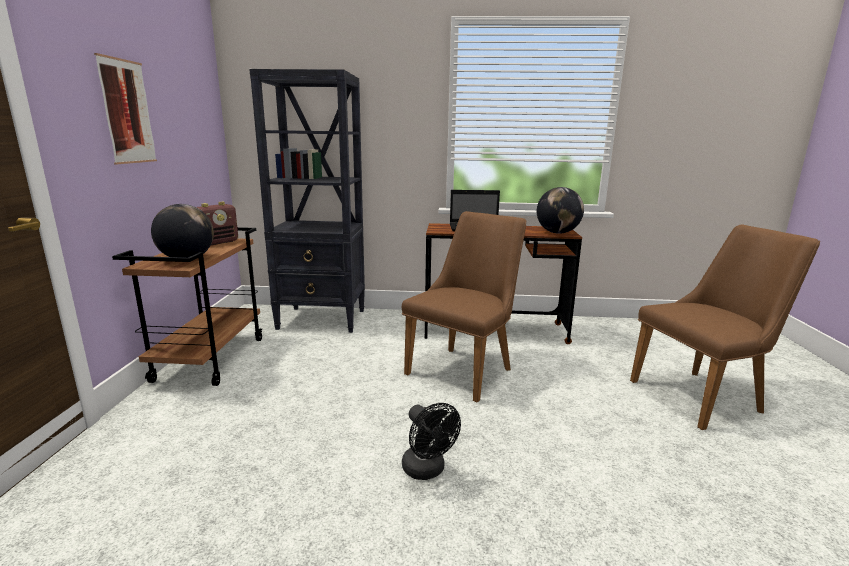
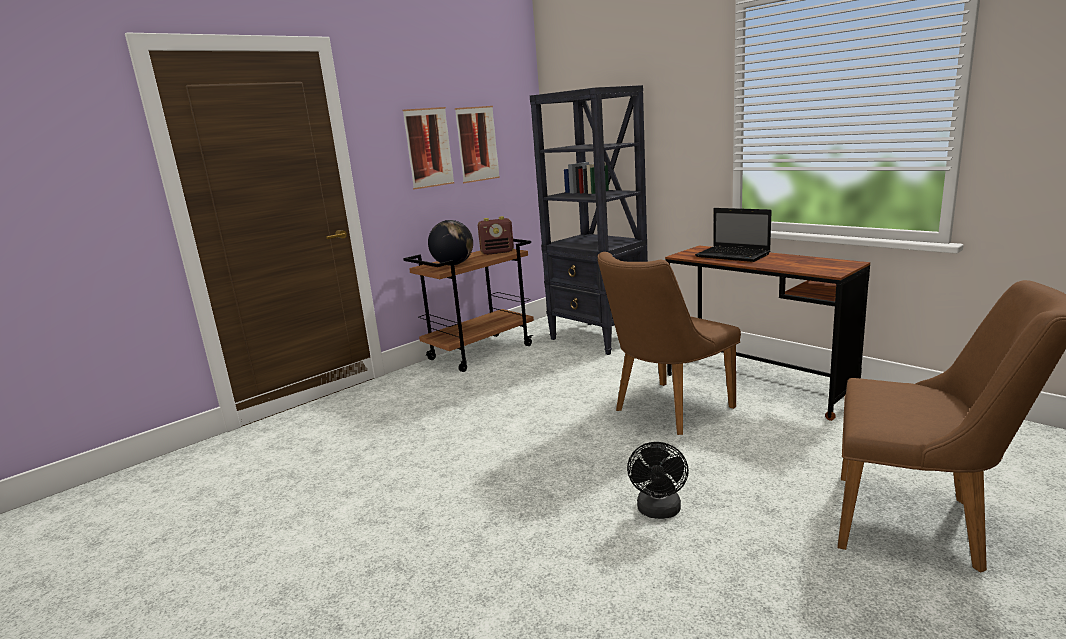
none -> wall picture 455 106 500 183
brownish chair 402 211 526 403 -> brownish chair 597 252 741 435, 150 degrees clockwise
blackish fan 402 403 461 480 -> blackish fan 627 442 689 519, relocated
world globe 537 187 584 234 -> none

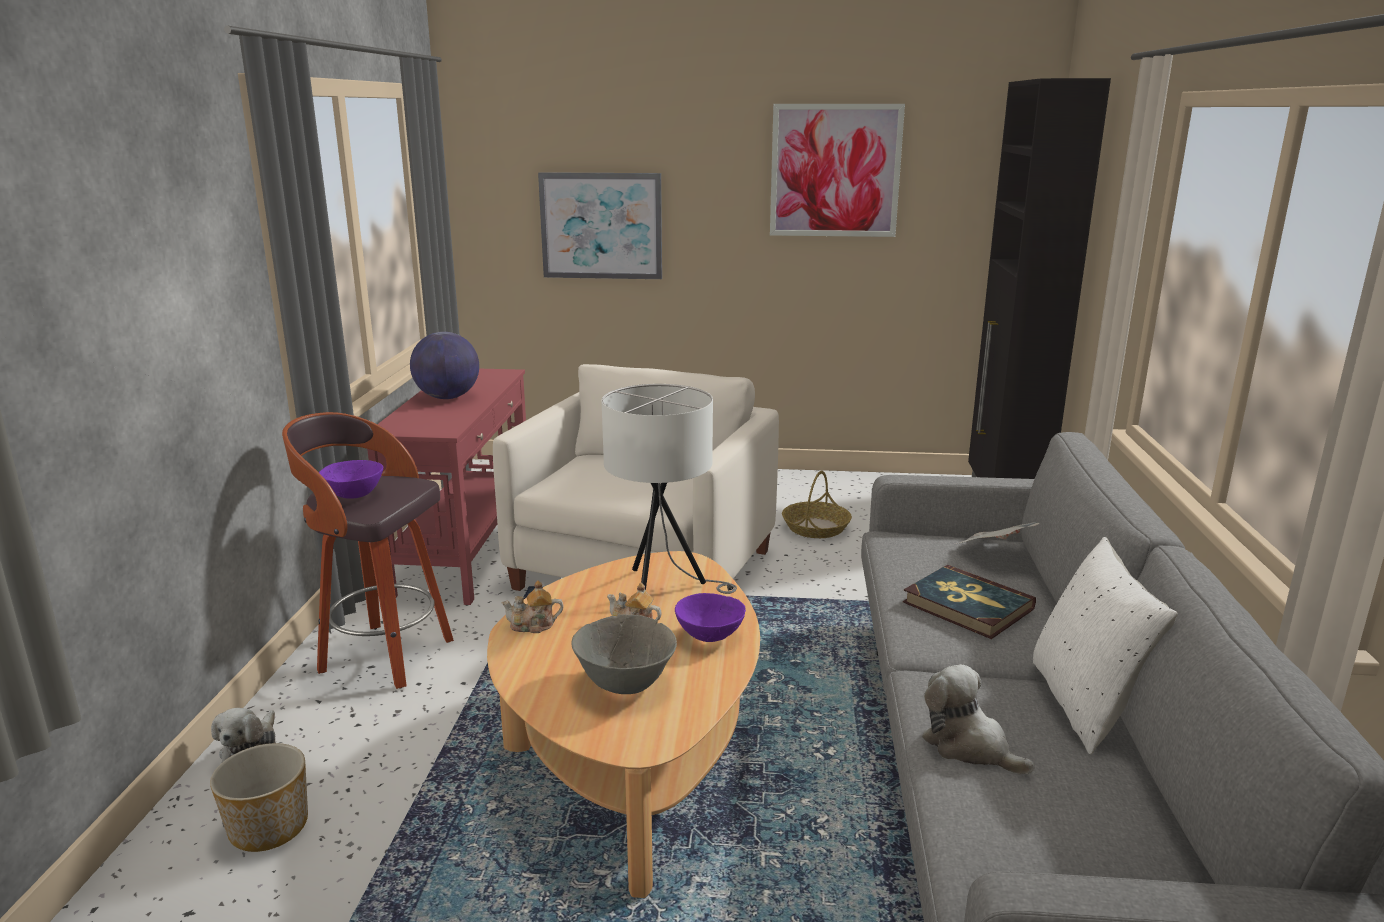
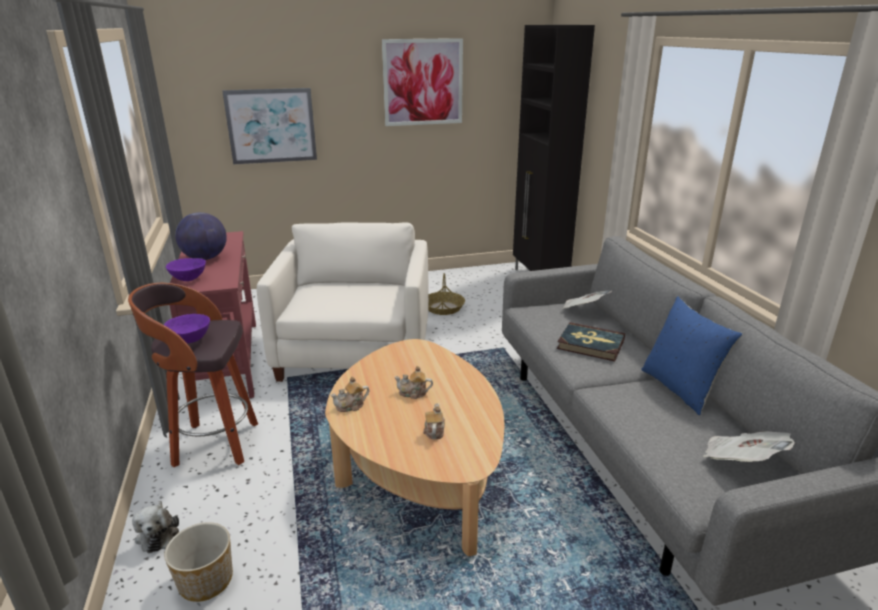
purple deep dish 675 593 746 642 -> purple deep dish 166 258 206 281, relocated
grey deep dish 571 614 677 694 -> teapot 423 403 445 439
white throw pillow 1033 537 1178 755 -> blue throw pillow 642 296 743 415
none -> newspaper 703 431 795 462
white table lamp 602 384 737 594 -> none
plush toy 922 664 1035 775 -> none

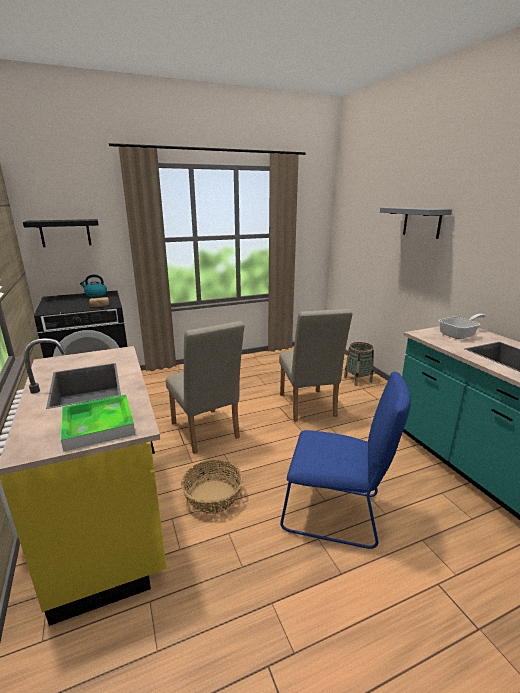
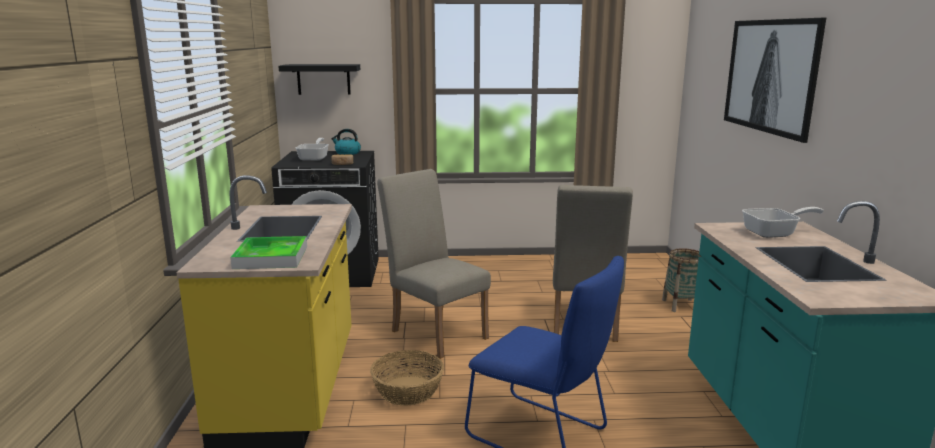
none -> frying pan 296 138 329 161
beige chair 166 321 244 454 -> beige chair 377 169 491 359, 150 degrees clockwise
grey shelf 380 207 452 239 -> wall picture 724 18 826 143

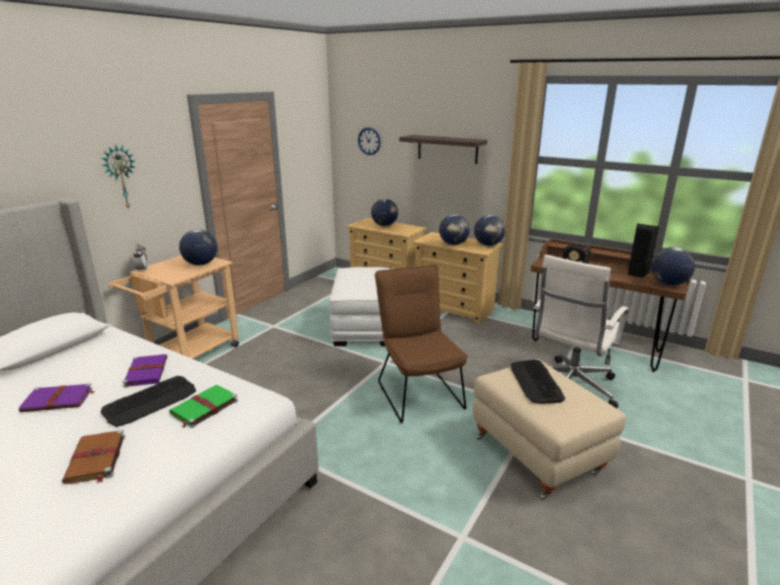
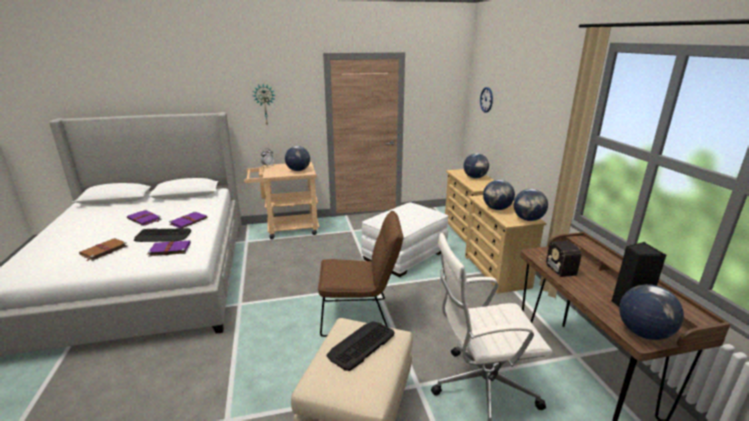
greenish bound book 169 385 238 428 -> purple bound book 147 240 191 257
brownish chair 375 265 468 423 -> brownish chair 318 211 404 337, 60 degrees clockwise
shelf 399 135 487 164 -> none

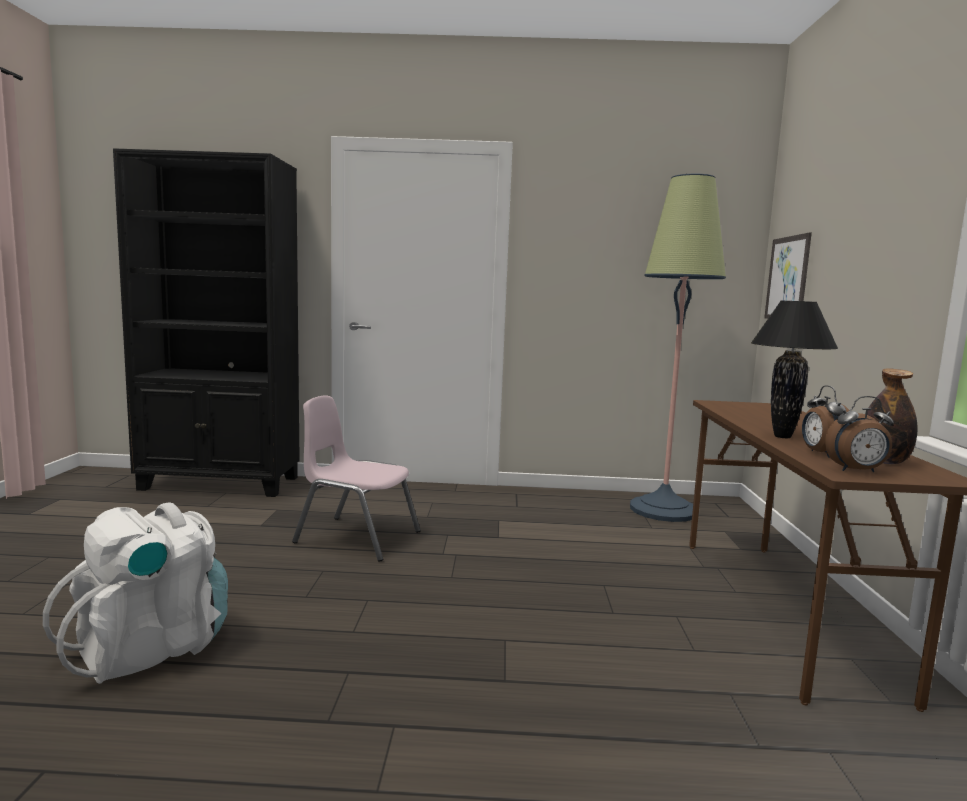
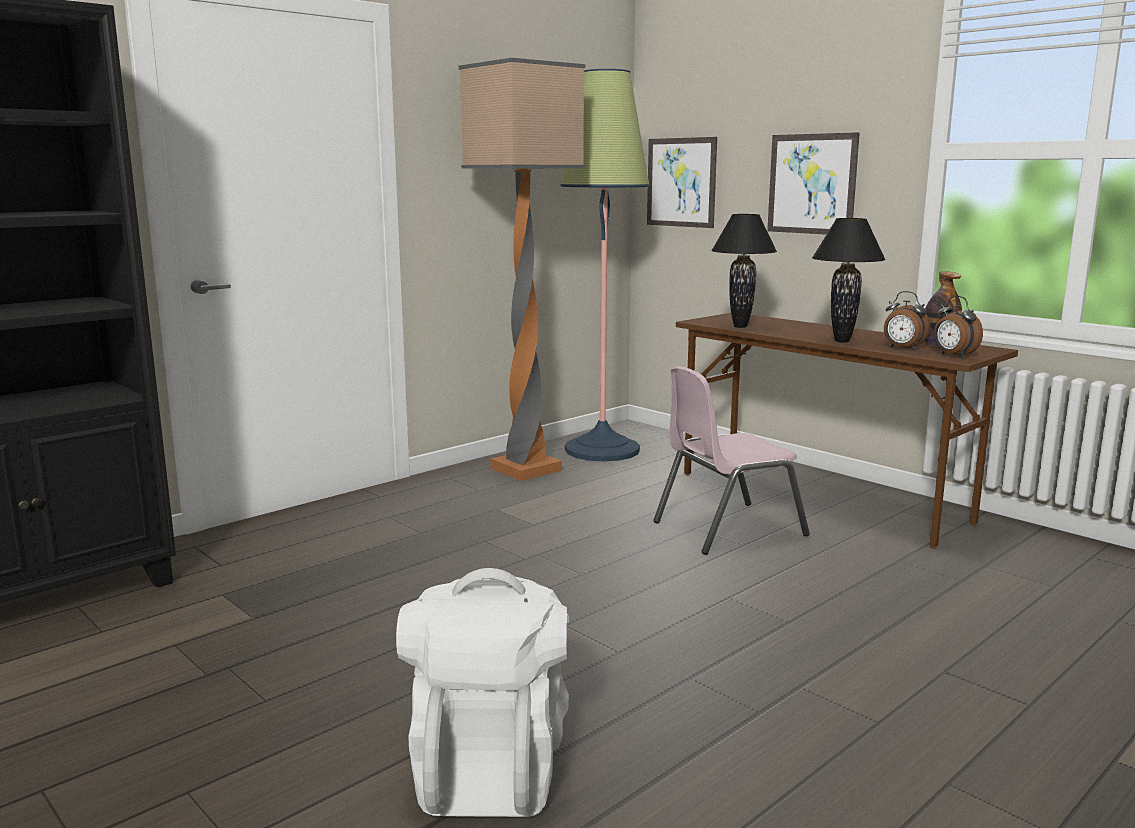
none -> standing lamp 459 58 585 481
pinkish chair 292 395 421 562 -> pinkish chair 653 366 810 555, relocated
none -> blackish table lamp 711 214 777 328
none -> wall picture 767 132 860 235
table clock 825 396 894 472 -> table clock 934 296 983 358, 105 degrees clockwise

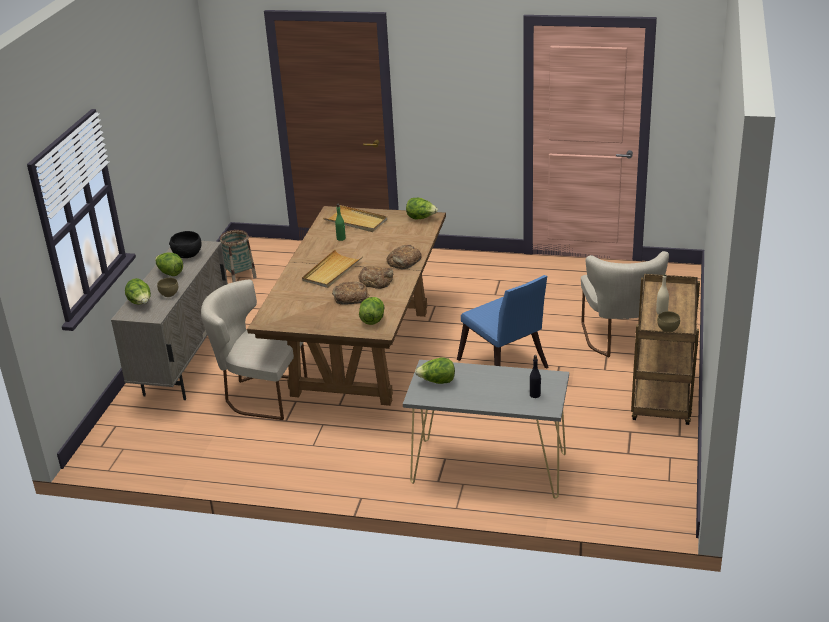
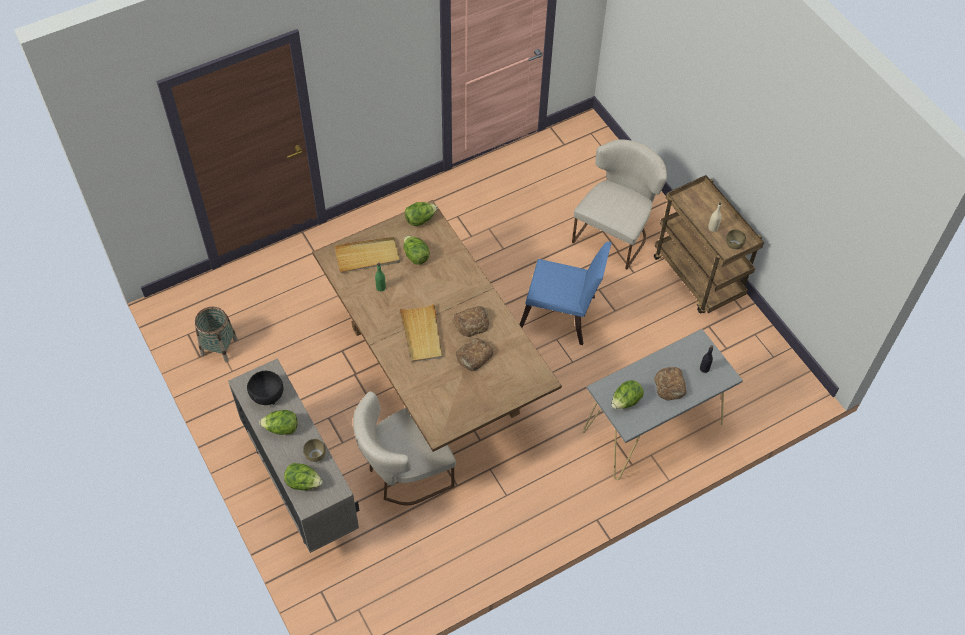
lettuce head 359 297 384 325 -> lettuce head 404 235 430 265, relocated
beige chair 581 251 669 357 -> beige chair 572 139 667 269, 105 degrees counterclockwise
bakery bread 387 245 422 269 -> bakery bread 654 367 686 401, relocated

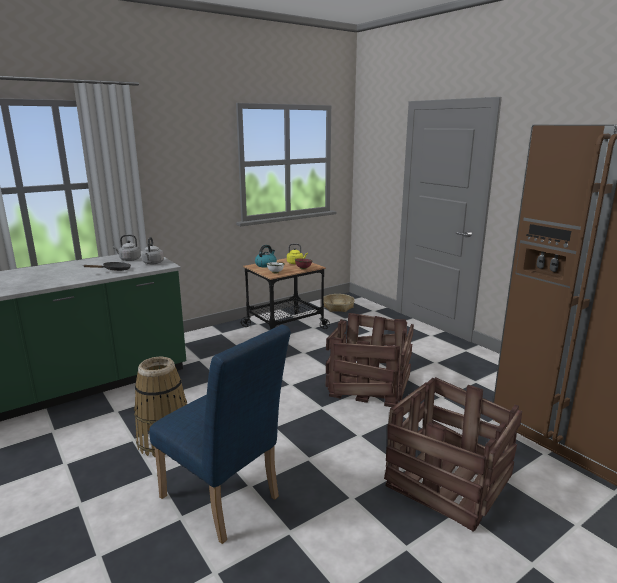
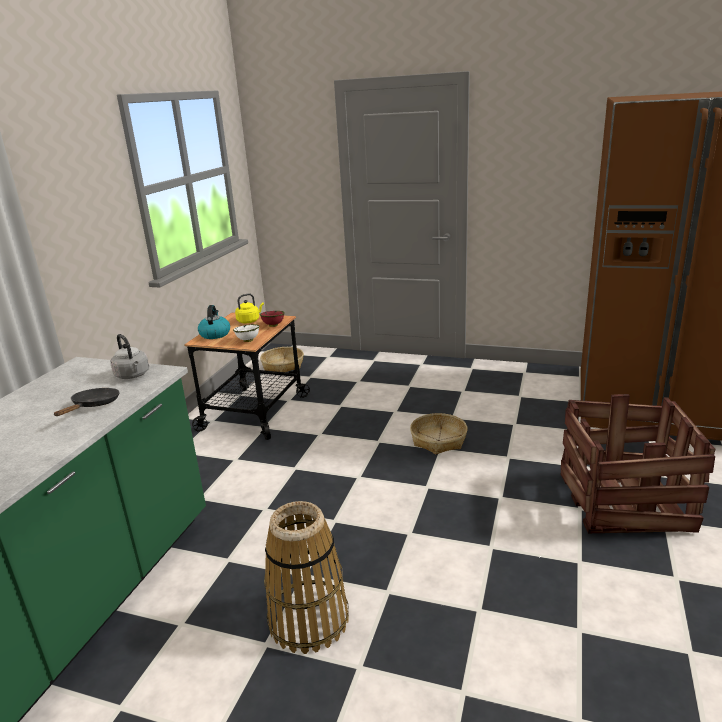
shipping crate 325 313 414 407 -> storage basket 410 413 468 455
grey water kettle 113 235 141 261 -> none
blue chair 149 325 291 544 -> none

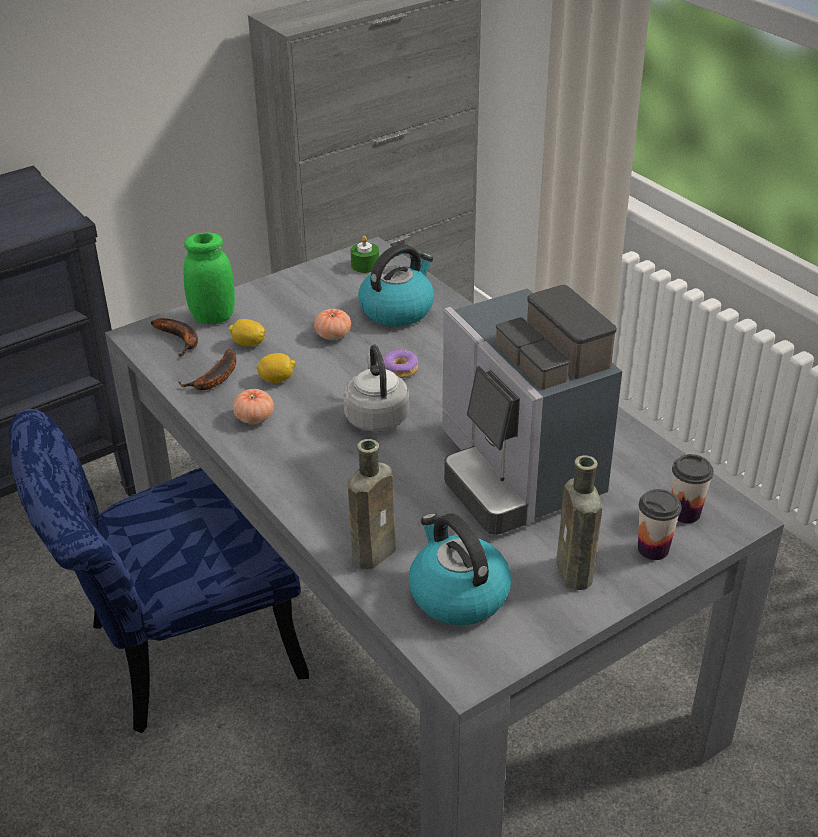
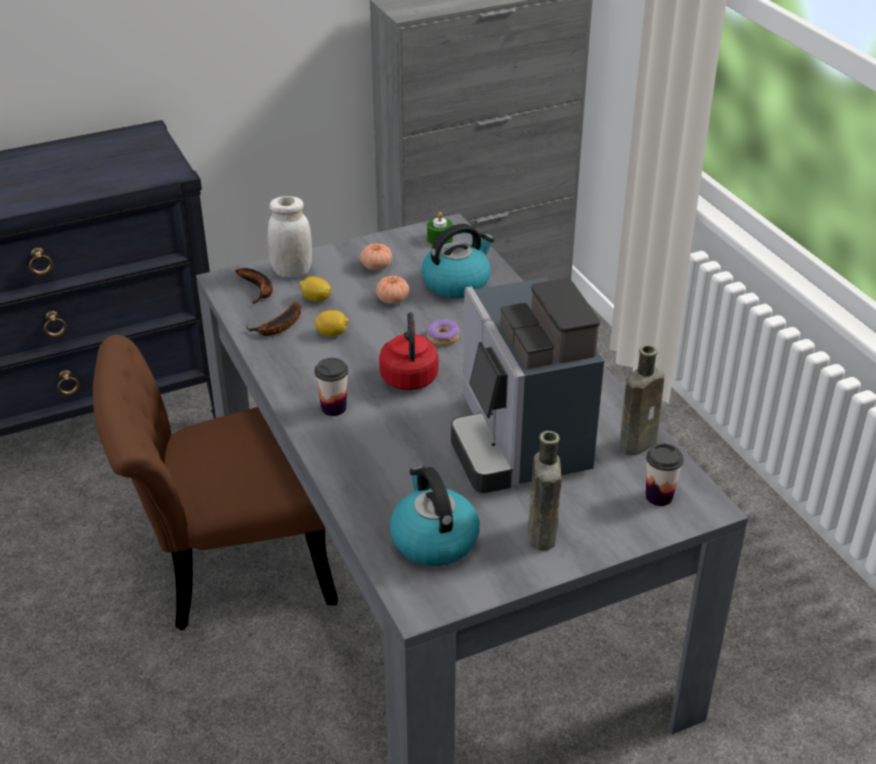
blue chair 9 409 309 733 -> brownish chair 93 335 338 630
greenish preserve jar 184 233 235 324 -> white preserve jar 268 196 312 278
drinking cup 638 489 681 560 -> drinking cup 314 358 348 416, relocated
fresh tomato 233 389 274 424 -> fresh tomato 360 243 392 270, relocated
grey water kettle 343 344 409 432 -> reddish water kettle 379 312 438 390
brownish drink bottle 348 439 396 569 -> brownish drink bottle 620 345 664 455, relocated

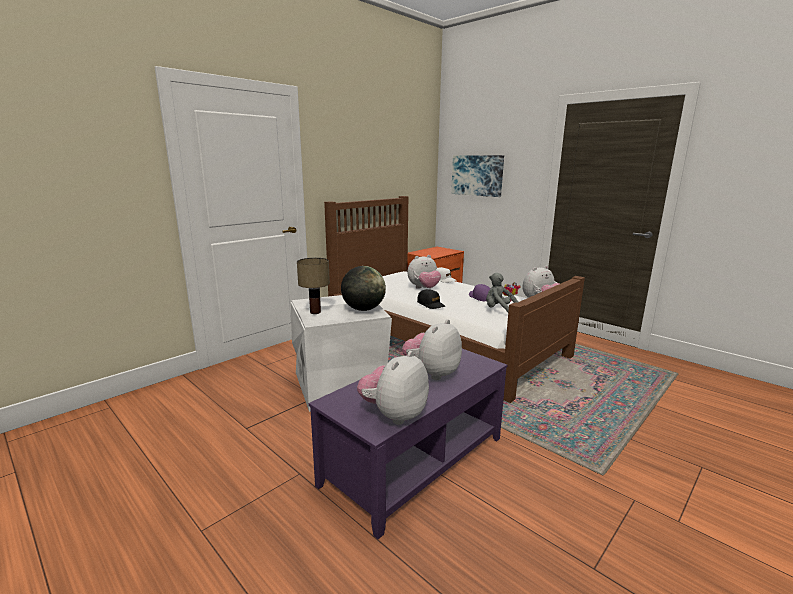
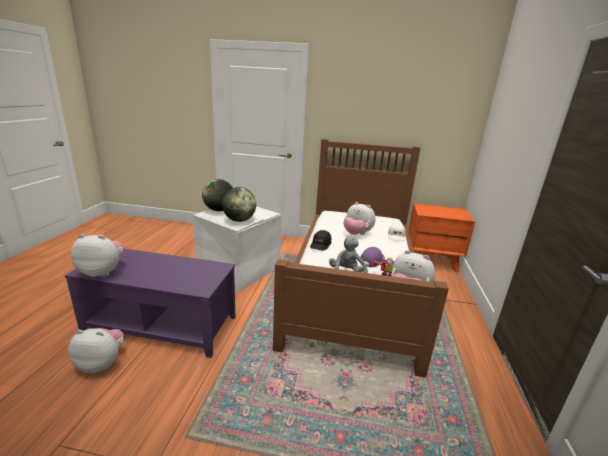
plush toy 402 319 462 380 -> plush toy 68 328 124 373, relocated
table lamp 297 258 330 314 -> world globe 202 179 233 211
wall picture 451 155 504 197 -> none

